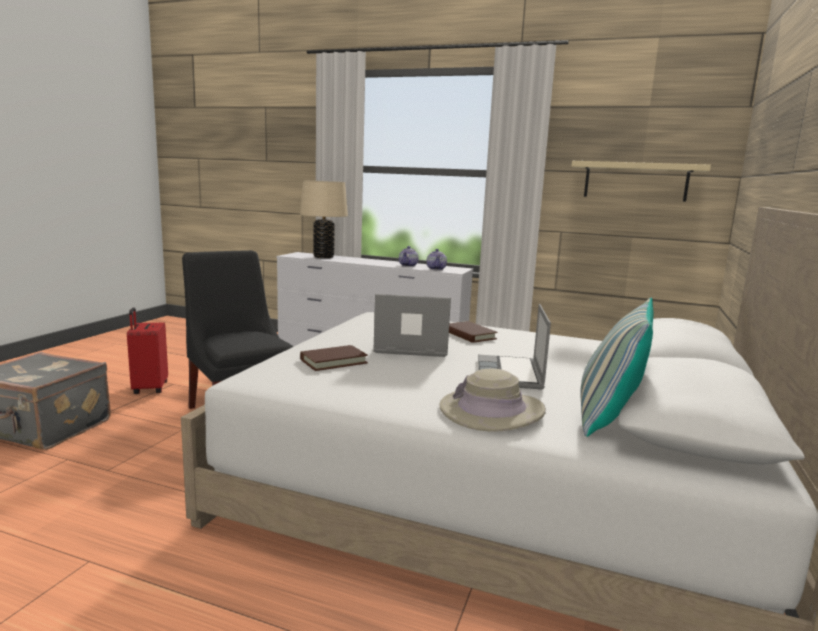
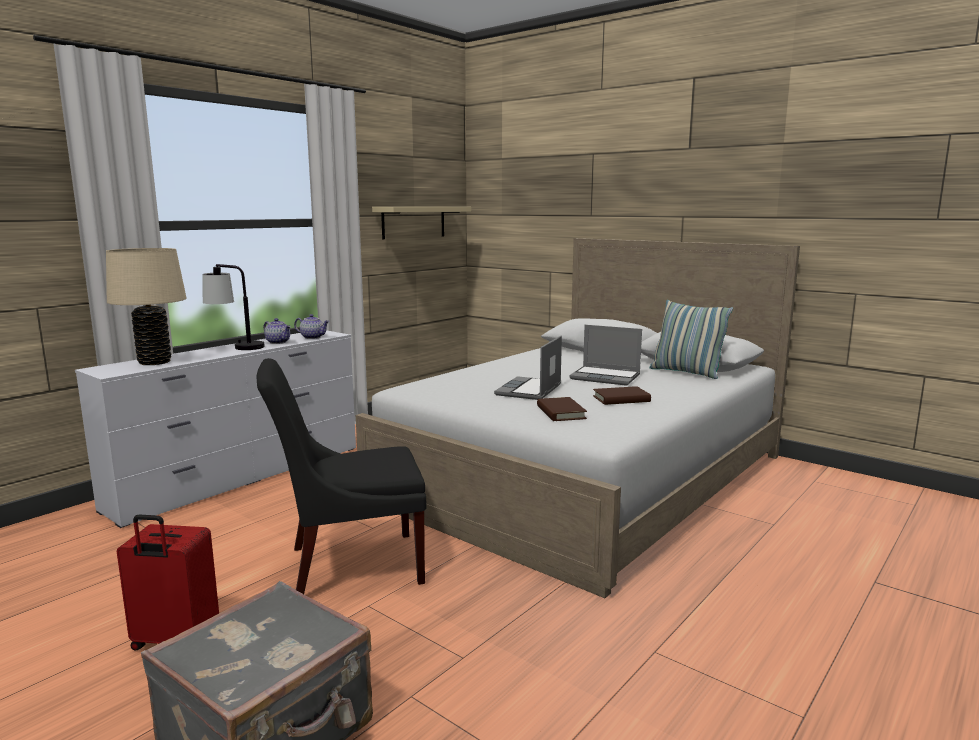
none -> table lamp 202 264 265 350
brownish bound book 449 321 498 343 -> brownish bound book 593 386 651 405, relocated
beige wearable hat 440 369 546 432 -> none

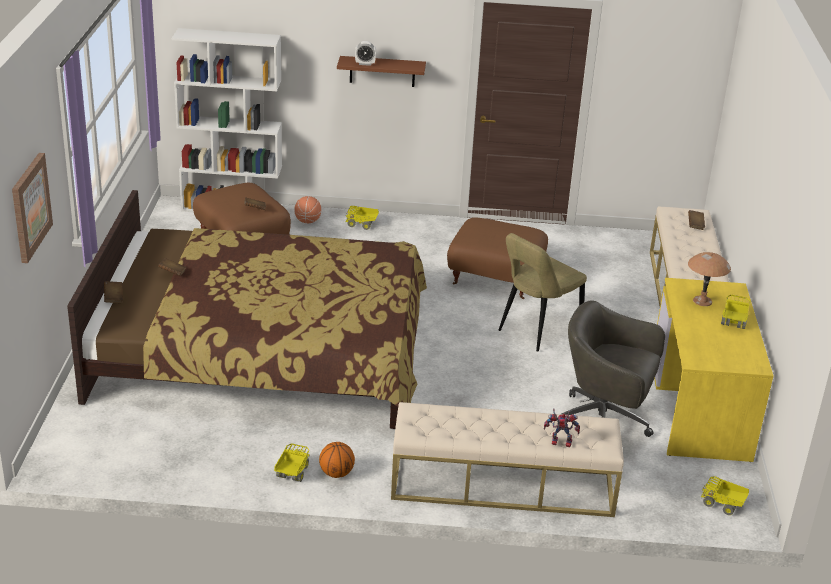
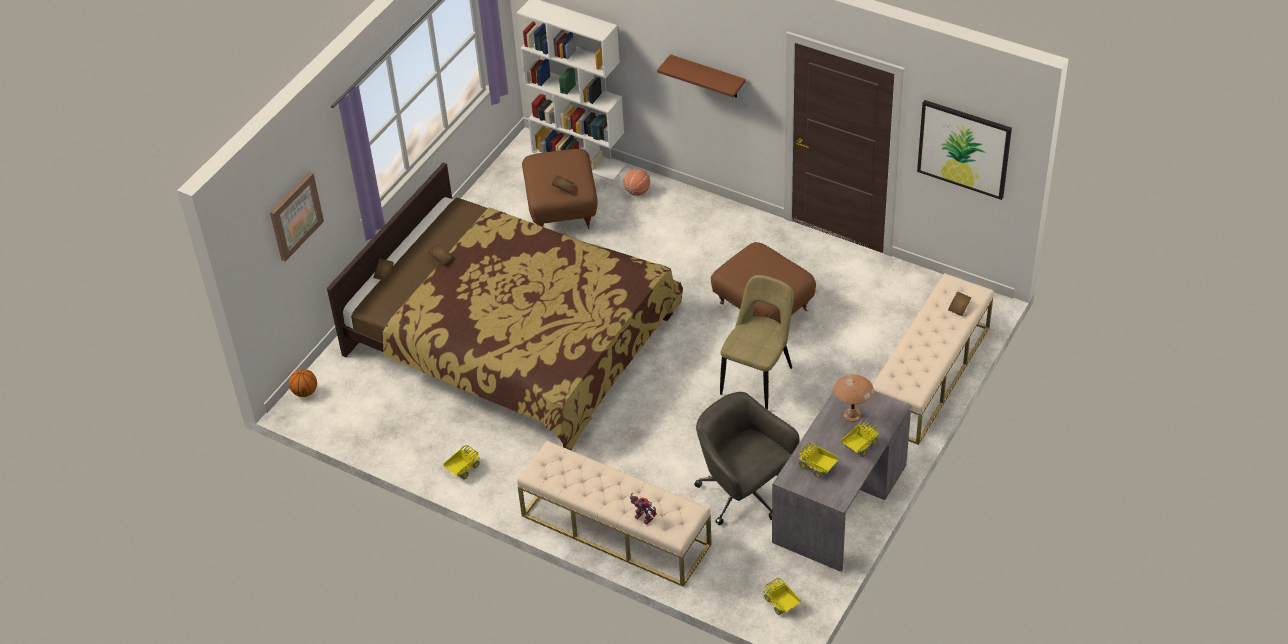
basketball ball 319 442 355 478 -> basketball ball 289 369 317 397, relocated
beige chair 499 233 587 352 -> beige chair 720 275 794 410, 135 degrees clockwise
yellow-coloured desk table 654 278 773 462 -> grey desk table 772 391 911 572
toy lorry 345 206 379 230 -> toy lorry 798 443 838 478, relocated
none -> wall picture 917 100 1012 200
table clock 355 41 376 66 -> none

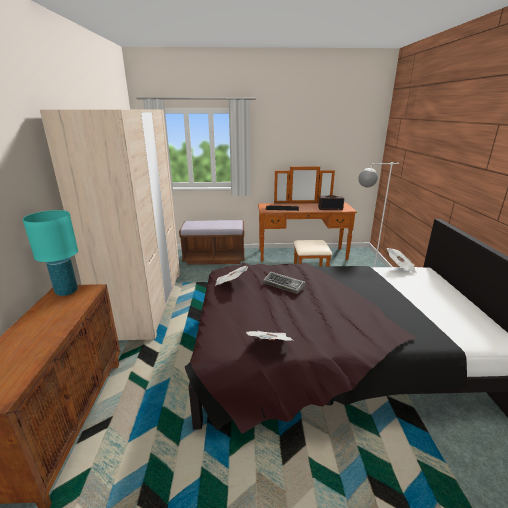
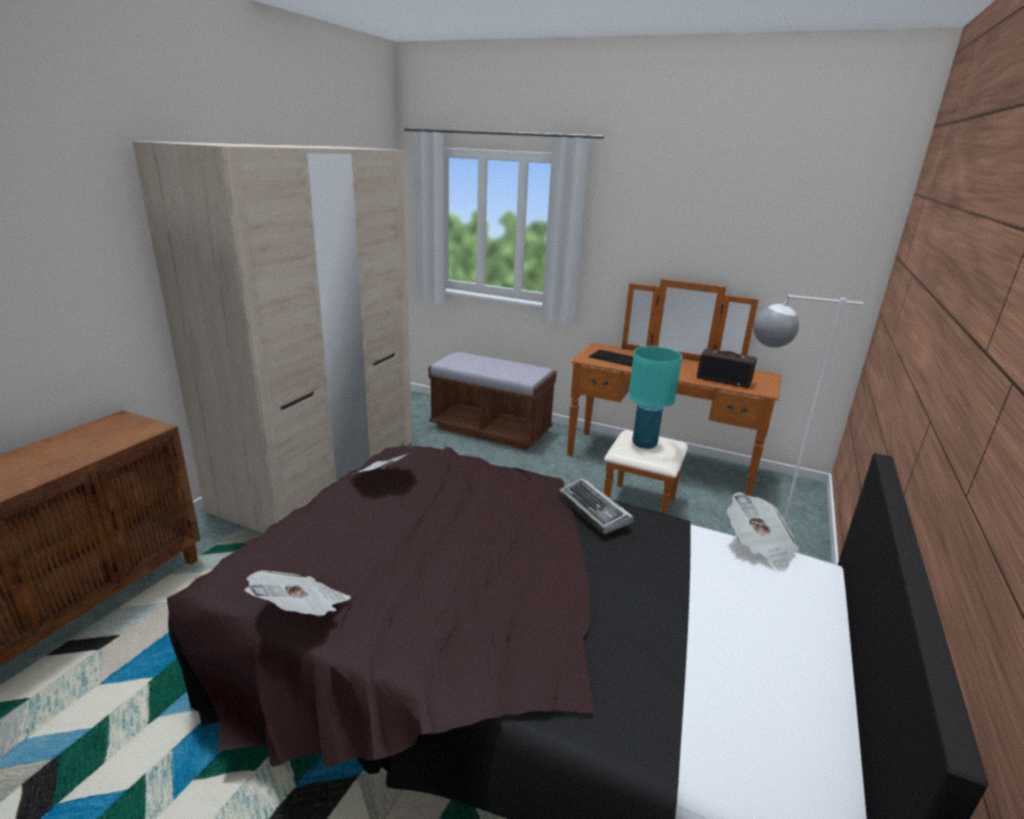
PC keyboard 263 272 306 294 -> PC keyboard 559 478 634 535, relocated
blue-green table lamp 23 210 78 296 -> blue-green table lamp 628 346 682 449, relocated

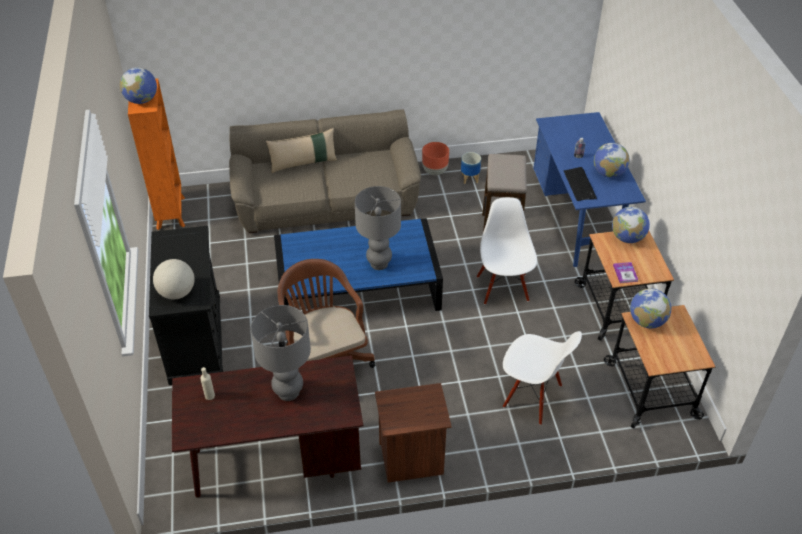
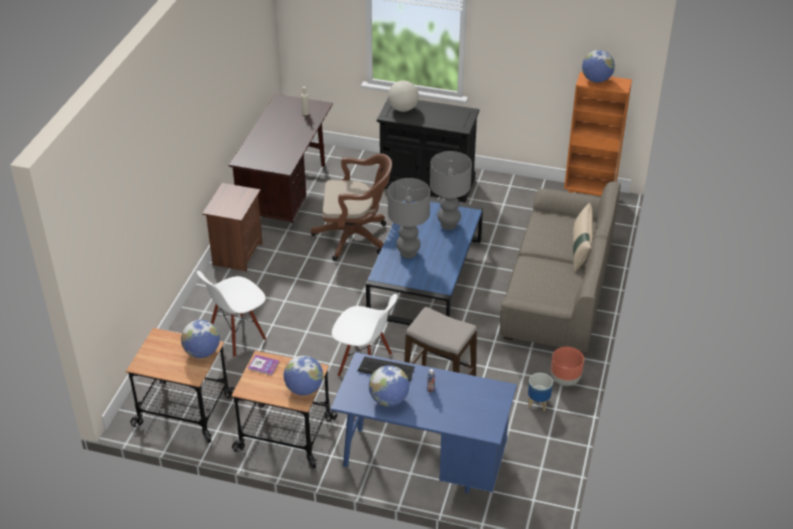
grey table lamp 251 305 311 401 -> grey table lamp 430 151 472 230, relocated

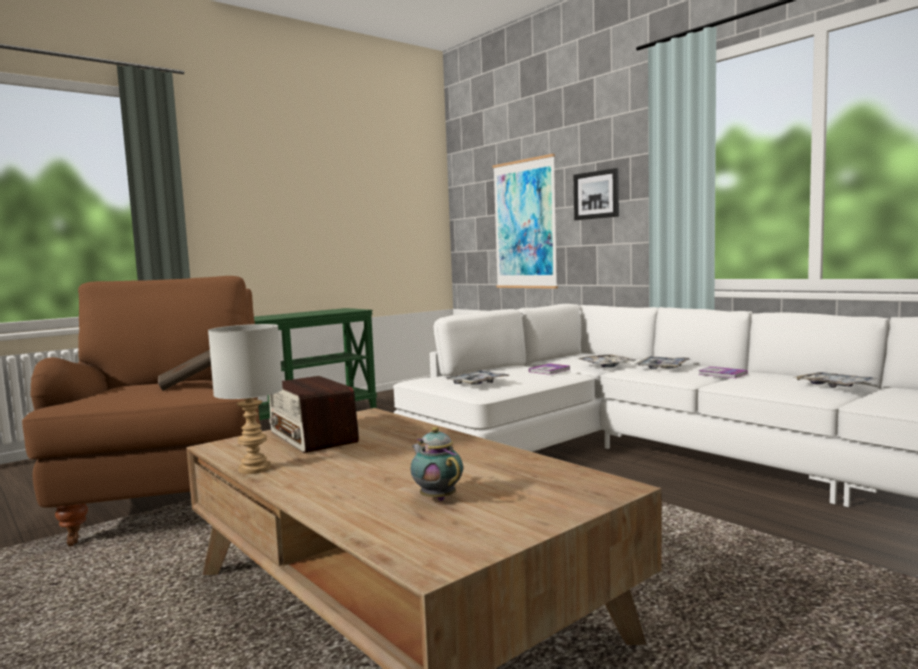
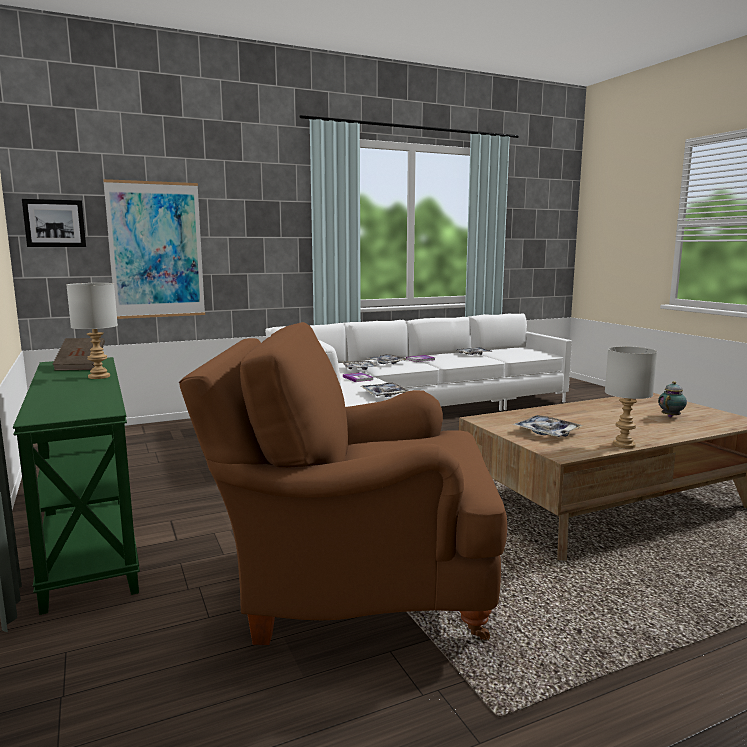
wall picture 573 168 619 220 -> wall picture 22 199 86 247, relocated
brownish bound book 158 350 211 391 -> brownish bound book 52 338 105 371, relocated
none -> grey table lamp 66 283 118 379
radio set 269 376 359 453 -> carrying tray 513 415 584 437
teapot 411 427 463 501 -> teapot 658 381 687 418, 150 degrees clockwise

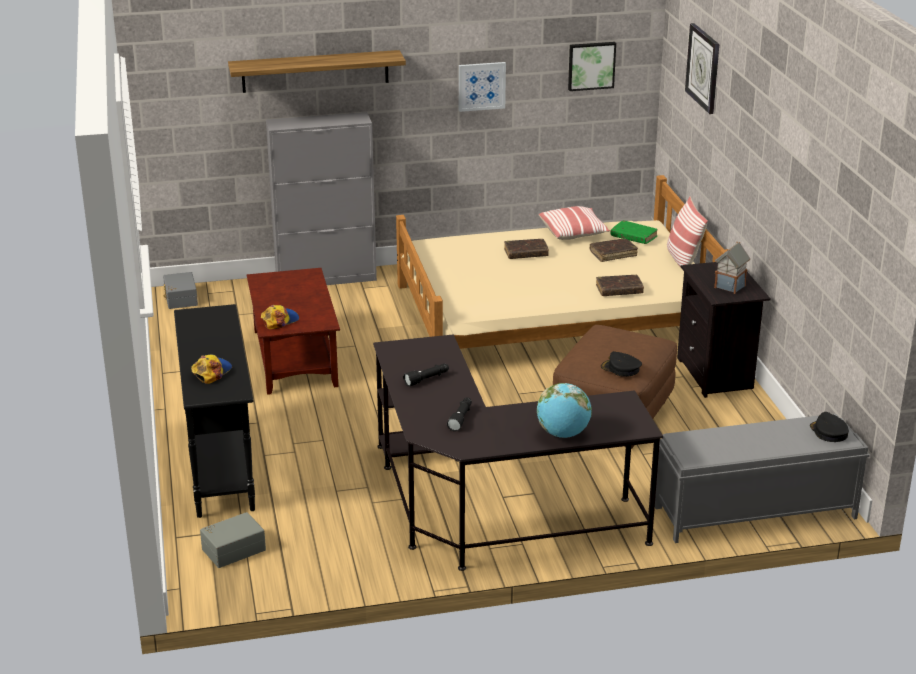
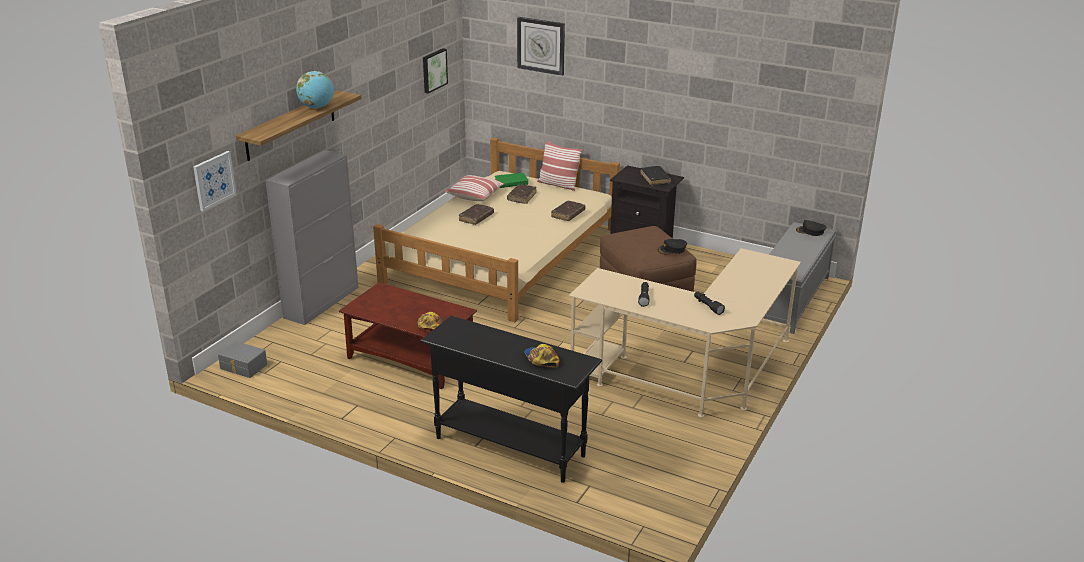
wall picture 459 62 506 112 -> wall picture 193 151 237 211, relocated
world globe 537 383 592 438 -> world globe 296 71 334 109, relocated
blackish desk table 373 334 663 571 -> beige desk table 569 248 801 417
miniature house 714 242 750 294 -> blackish bound book 640 166 671 186
grey storage box 200 512 266 568 -> none

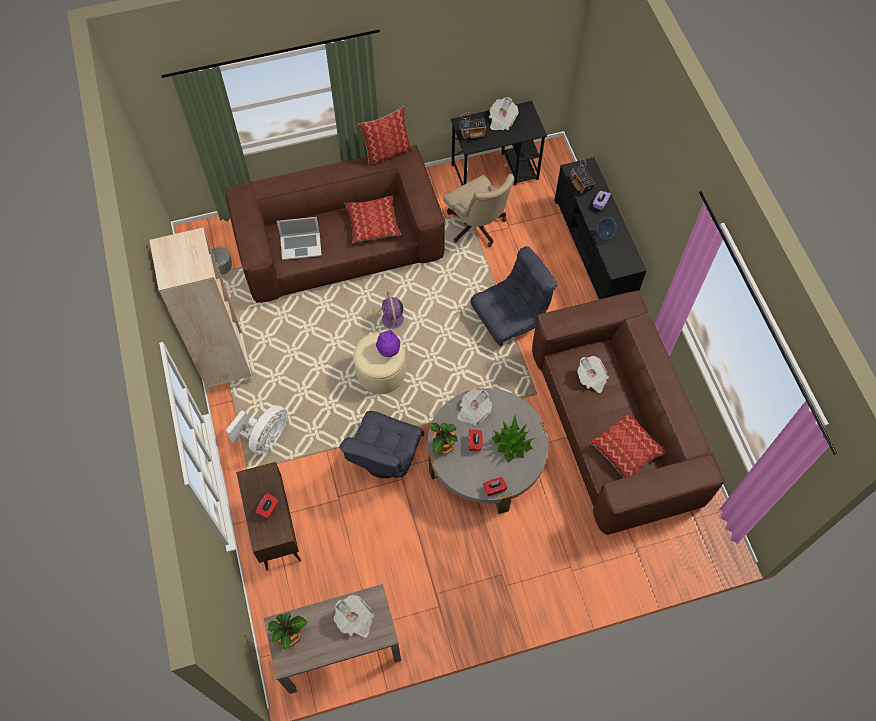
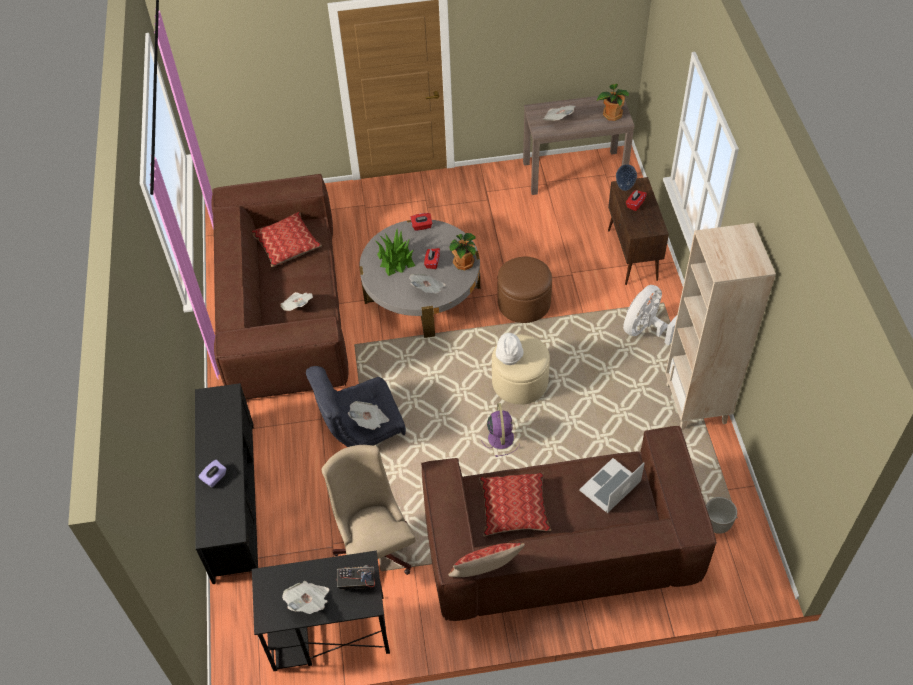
none -> newspaper 348 401 389 430
purple wearable hat 376 330 400 357 -> white wearable hat 496 333 524 365
grey armchair 340 411 424 478 -> brownish pouffe 497 257 552 323
portable computer 277 217 322 260 -> portable computer 579 458 645 513, 45 degrees counterclockwise
decorative vase 597 217 617 240 -> decorative vase 616 164 637 191, relocated
radio set 570 158 595 194 -> none

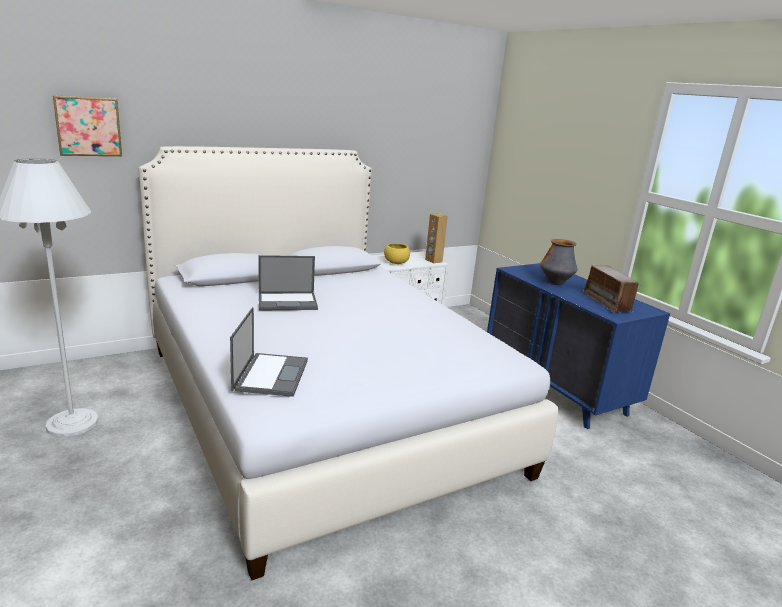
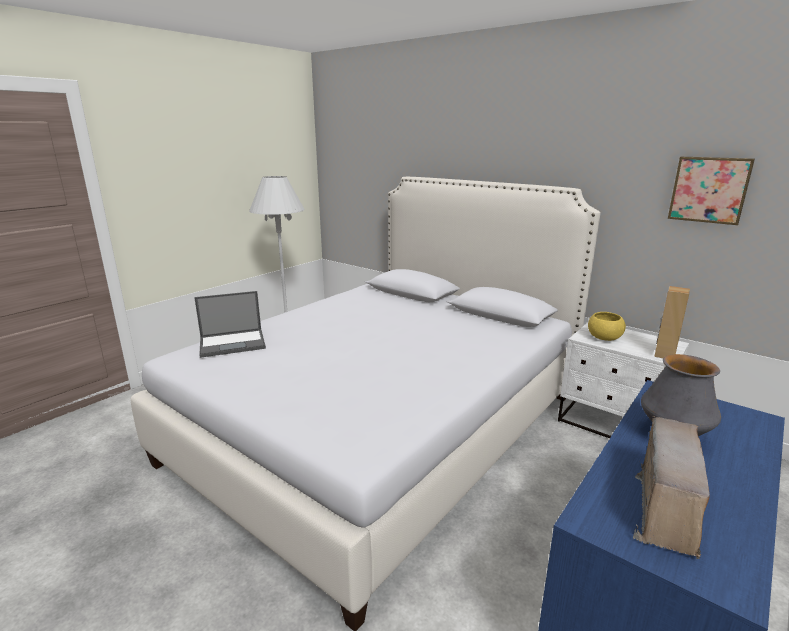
radio set 583 265 641 313 -> radio set 633 416 710 559, 150 degrees clockwise
wall picture 53 95 122 156 -> wall picture 668 157 755 225, relocated
portable computer 259 255 318 310 -> none

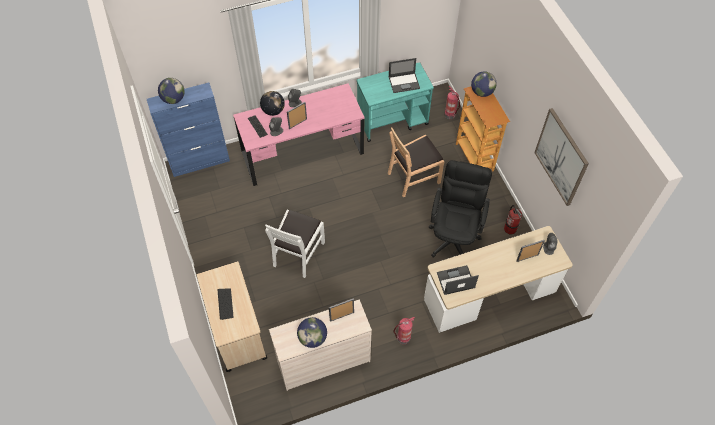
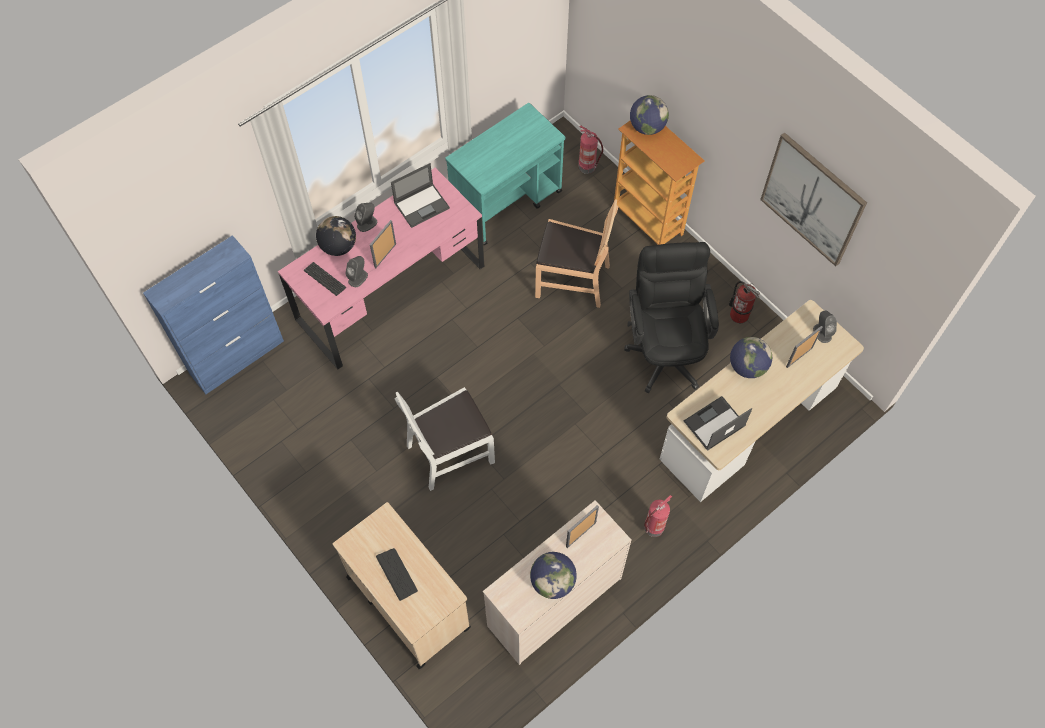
portable computer 389 58 420 93 -> portable computer 391 163 450 228, relocated
white chair 265 210 325 278 -> white chair 395 387 495 491, 60 degrees clockwise
brownish chair 388 127 444 197 -> brownish chair 535 199 618 308, 120 degrees counterclockwise
world globe 158 78 185 104 -> world globe 730 337 772 378, relocated

